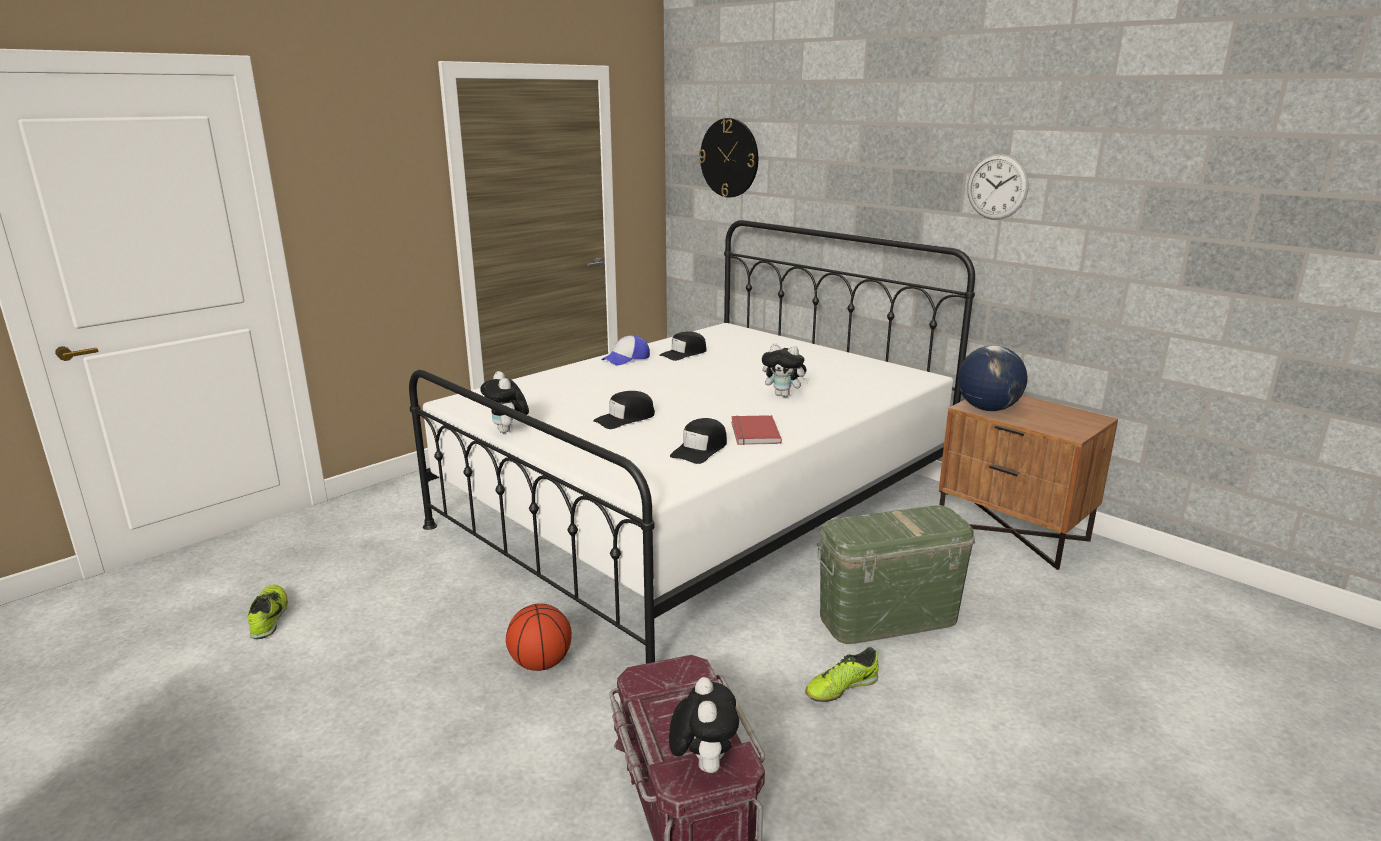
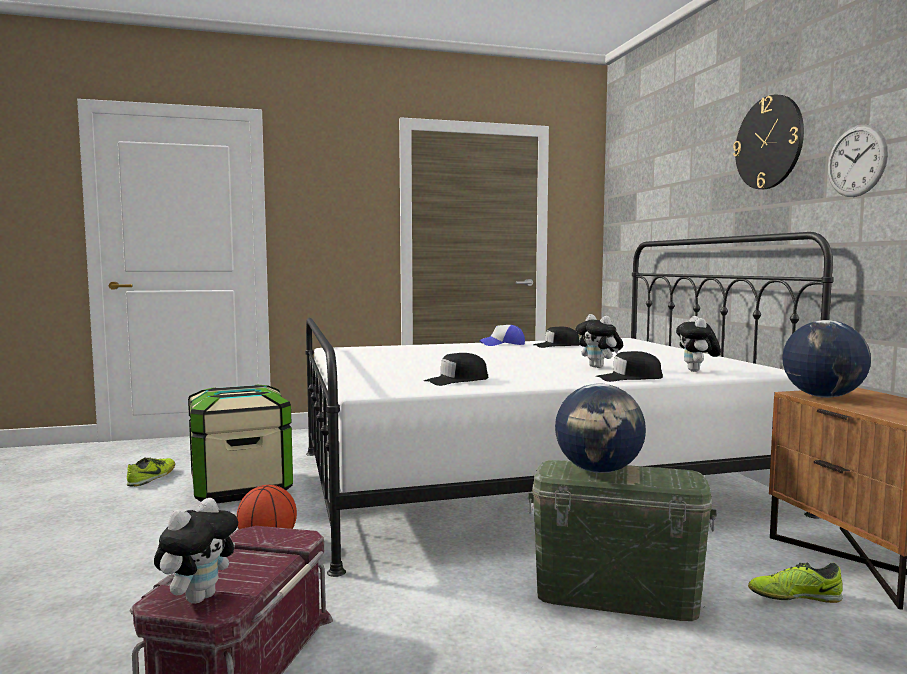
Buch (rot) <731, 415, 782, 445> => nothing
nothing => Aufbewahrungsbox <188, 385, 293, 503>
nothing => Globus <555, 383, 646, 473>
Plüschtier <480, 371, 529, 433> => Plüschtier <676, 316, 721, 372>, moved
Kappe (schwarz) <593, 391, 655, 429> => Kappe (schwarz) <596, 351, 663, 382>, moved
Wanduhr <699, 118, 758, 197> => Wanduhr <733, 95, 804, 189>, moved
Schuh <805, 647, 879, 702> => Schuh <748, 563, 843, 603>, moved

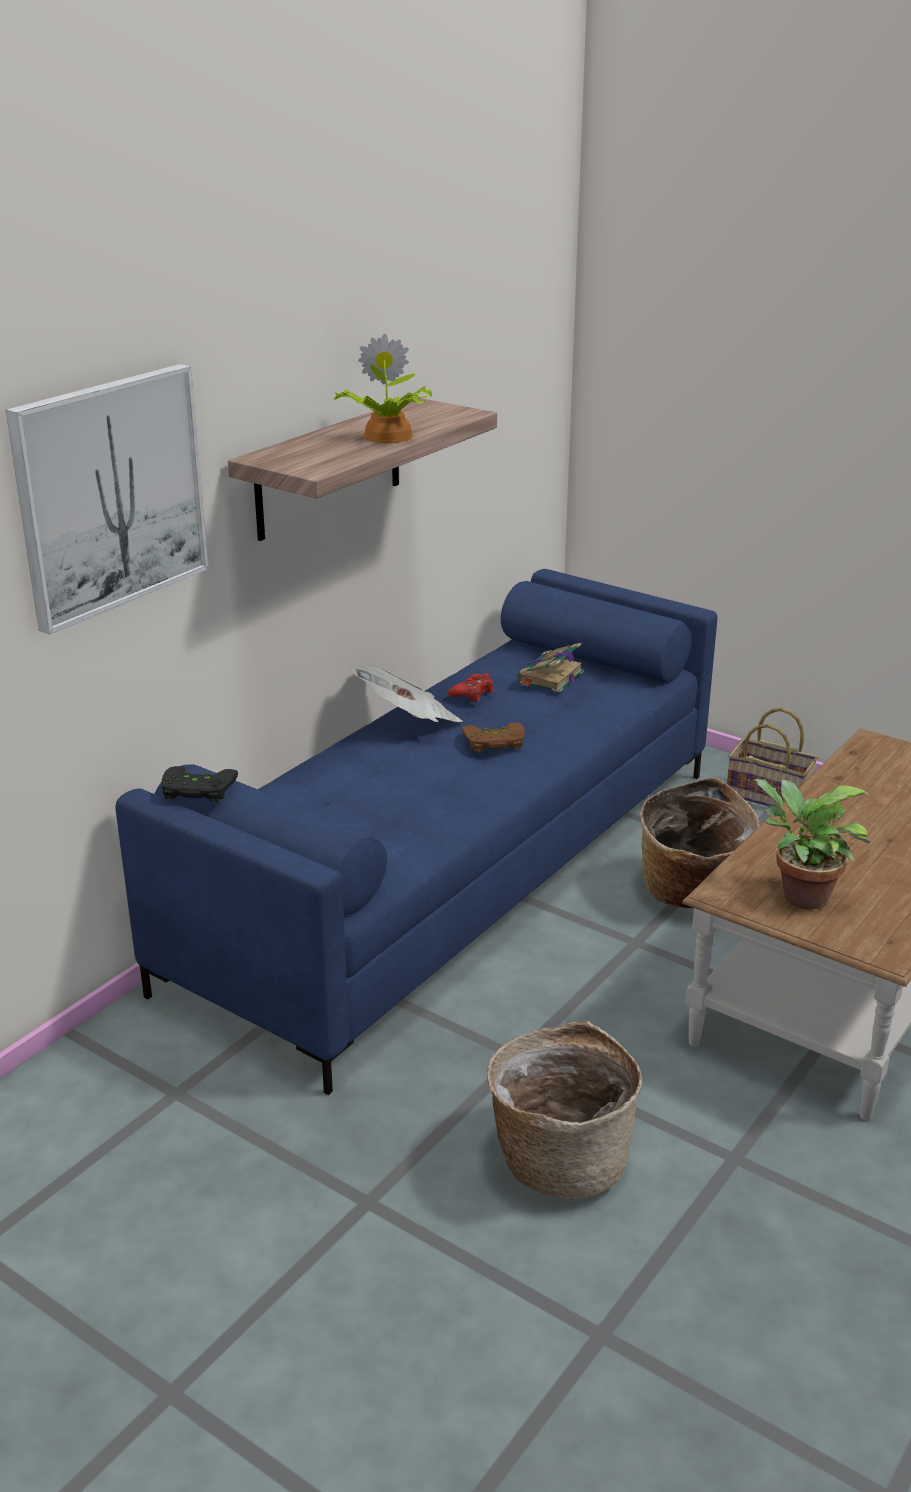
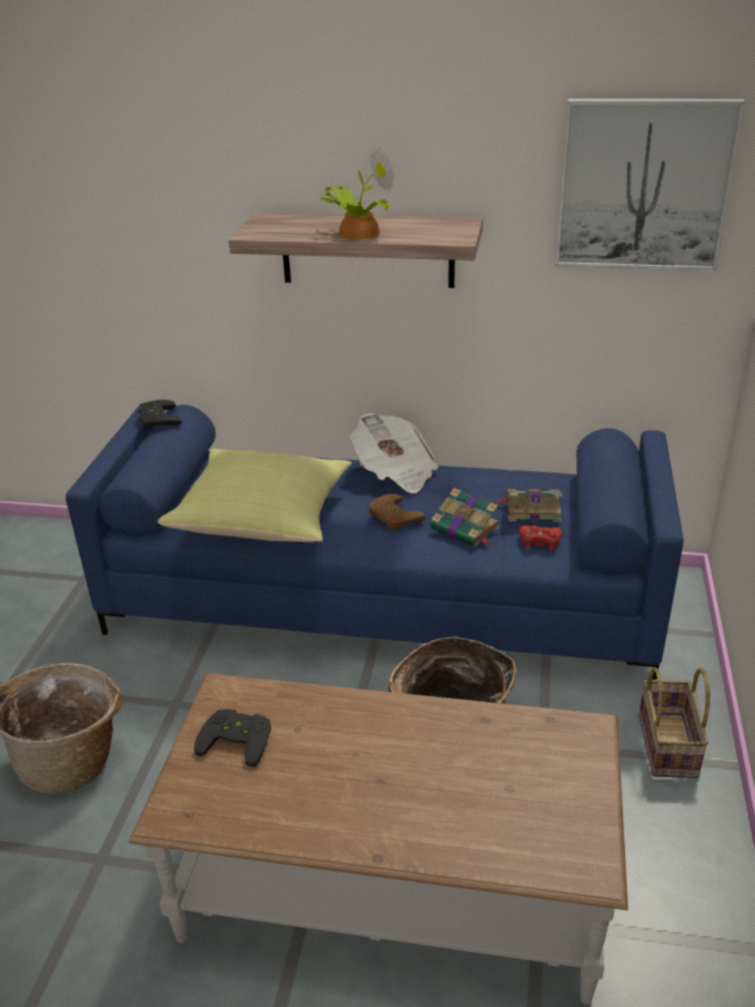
nothing => Kissen (gelb) <158, 449, 352, 542>
nothing => Buch <431, 488, 499, 547>
Bild <6, 364, 209, 634> => Bild <555, 99, 745, 271>, moved
Gamepad (rot) <448, 673, 494, 702> => Gamepad (rot) <519, 525, 562, 551>, moved
Topfpflanze <754, 779, 871, 909> => Gamepad (schwarz) <194, 709, 271, 767>

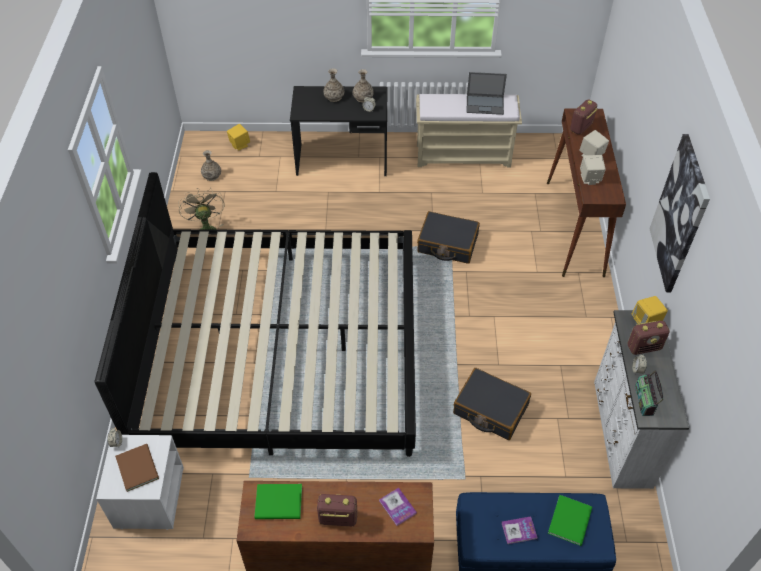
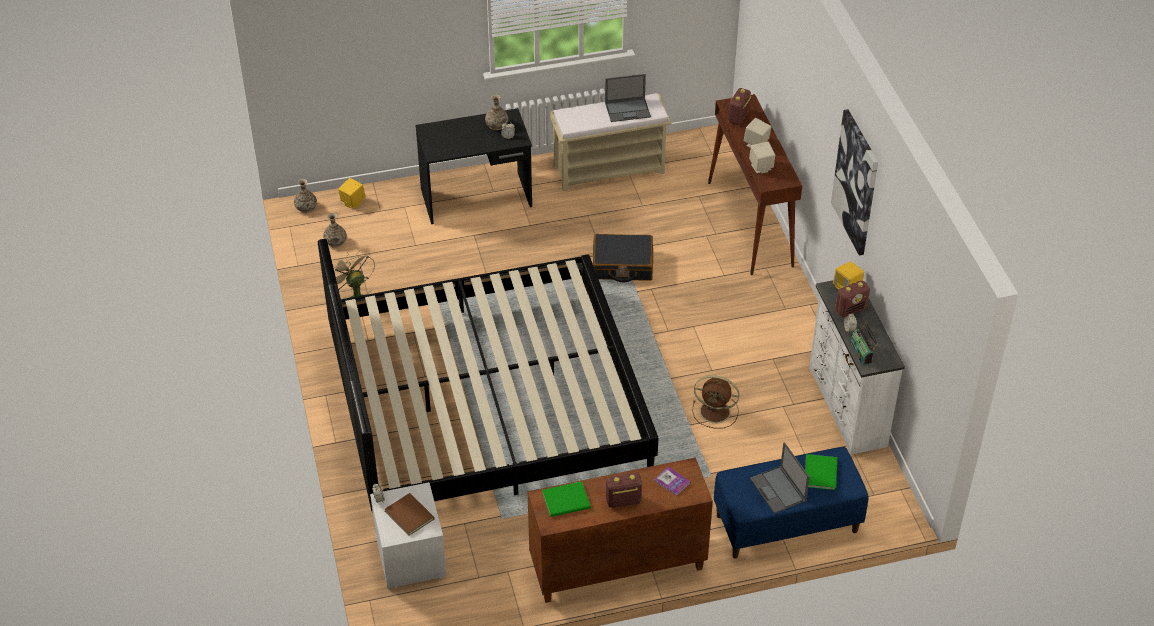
Vase <323, 68, 344, 102> => Vase <294, 179, 317, 213>, moved
Koffer (schwarz) <453, 368, 531, 440> => Ventilator (braun) <693, 375, 739, 429>
Buch <501, 516, 538, 544> => Laptop <750, 442, 810, 514>

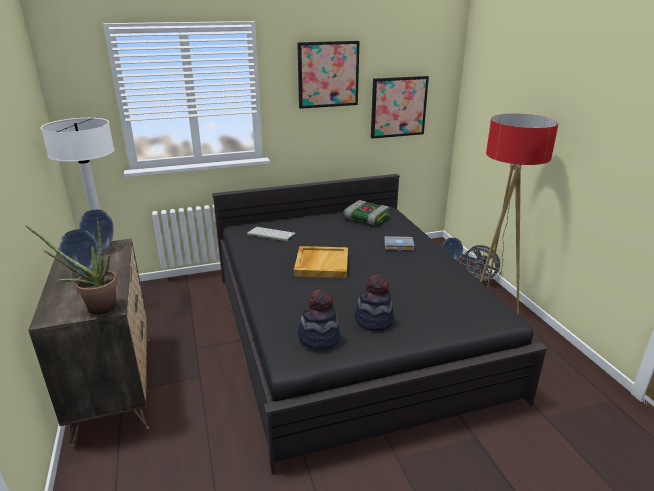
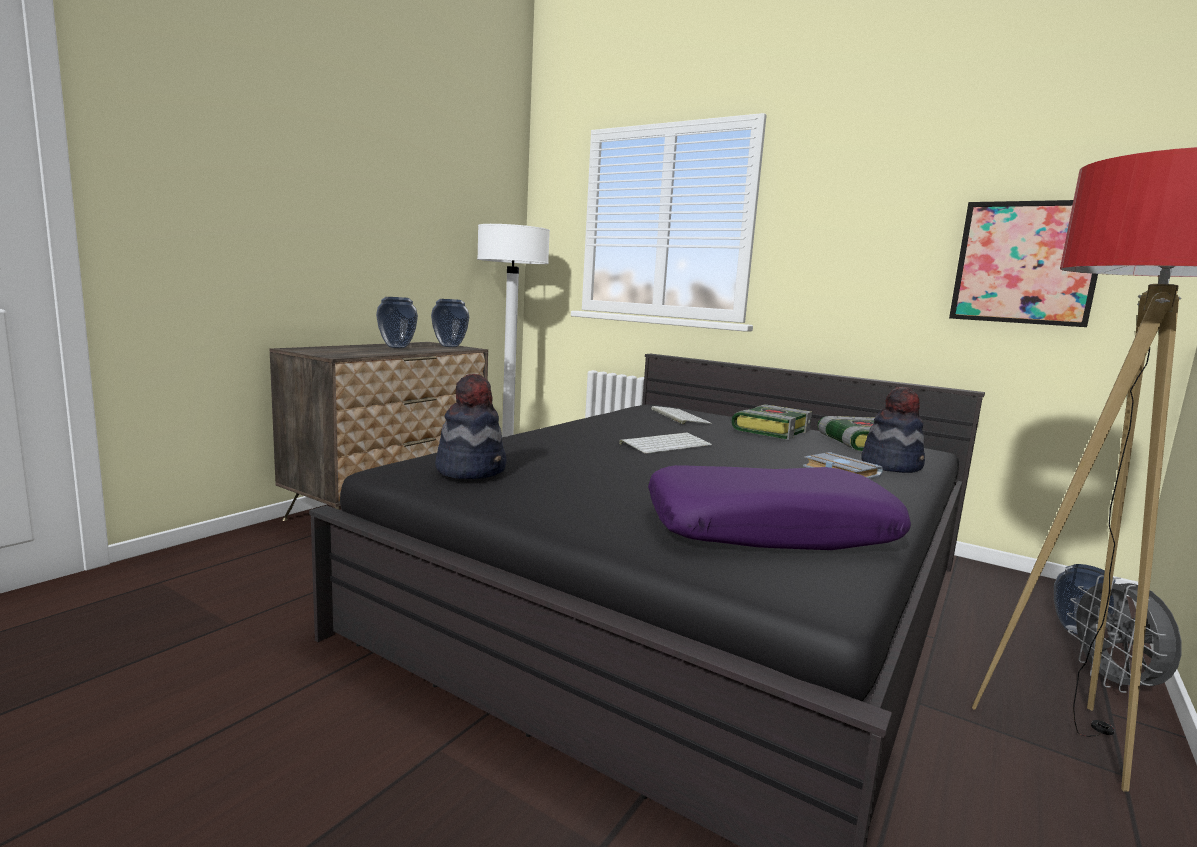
Topfpflanze <25, 217, 118, 315> => nothing
Bild <297, 41, 359, 109> => nothing
nothing => Kissen (lila) <648, 465, 911, 550>
nothing => Buch <731, 404, 812, 440>
Hut <355, 274, 394, 331> => Hut <861, 387, 925, 473>, moved
Tablett (beige) <294, 246, 348, 278> => Tastatur <619, 432, 712, 454>

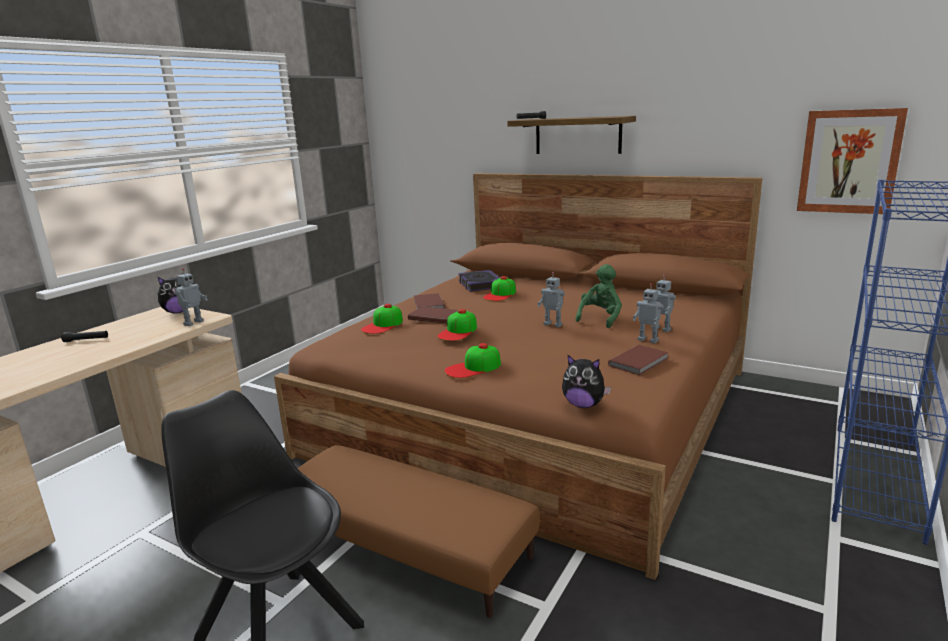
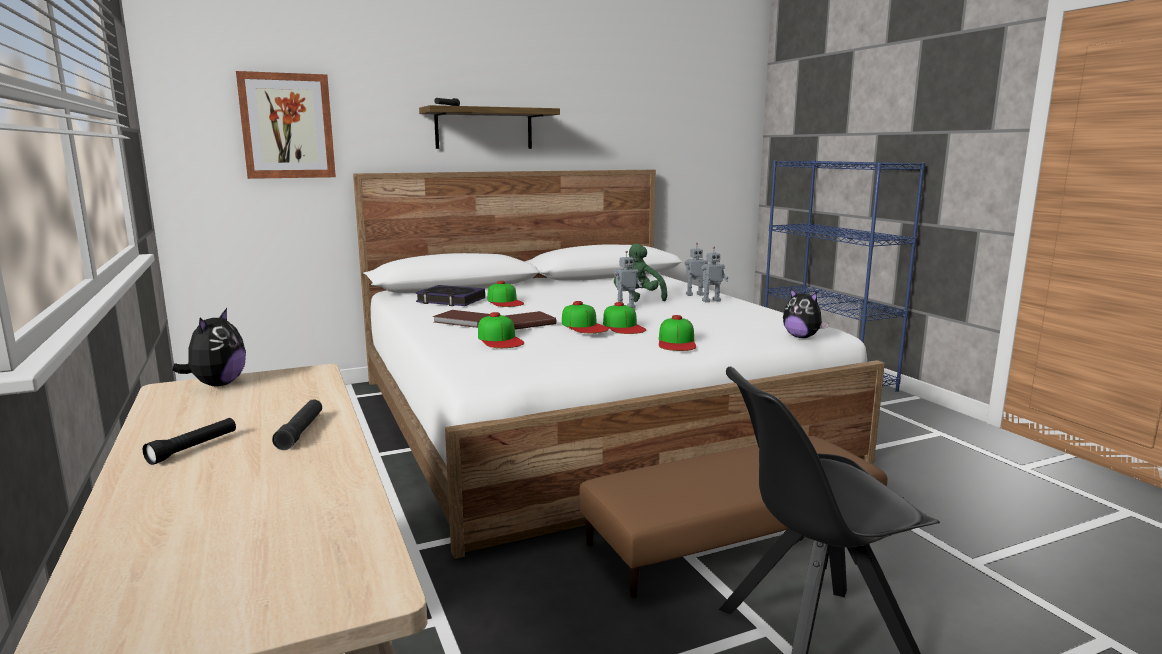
Spielzeugroboter <175, 268, 208, 326> => nothing
Buch (braun) <608, 345, 669, 375> => nothing
nothing => Taschenlampe (schwarz) <272, 400, 322, 450>
nothing => Kappe <603, 302, 646, 334>
Bild <797, 108, 908, 214> => Bild <236, 71, 336, 179>, moved
Bett (braun) <274, 173, 762, 580> => Bett (weiß) <353, 170, 885, 559>
Plüschtier <562, 355, 611, 408> => Plüschtier <783, 288, 829, 338>, 75 degrees clockwise

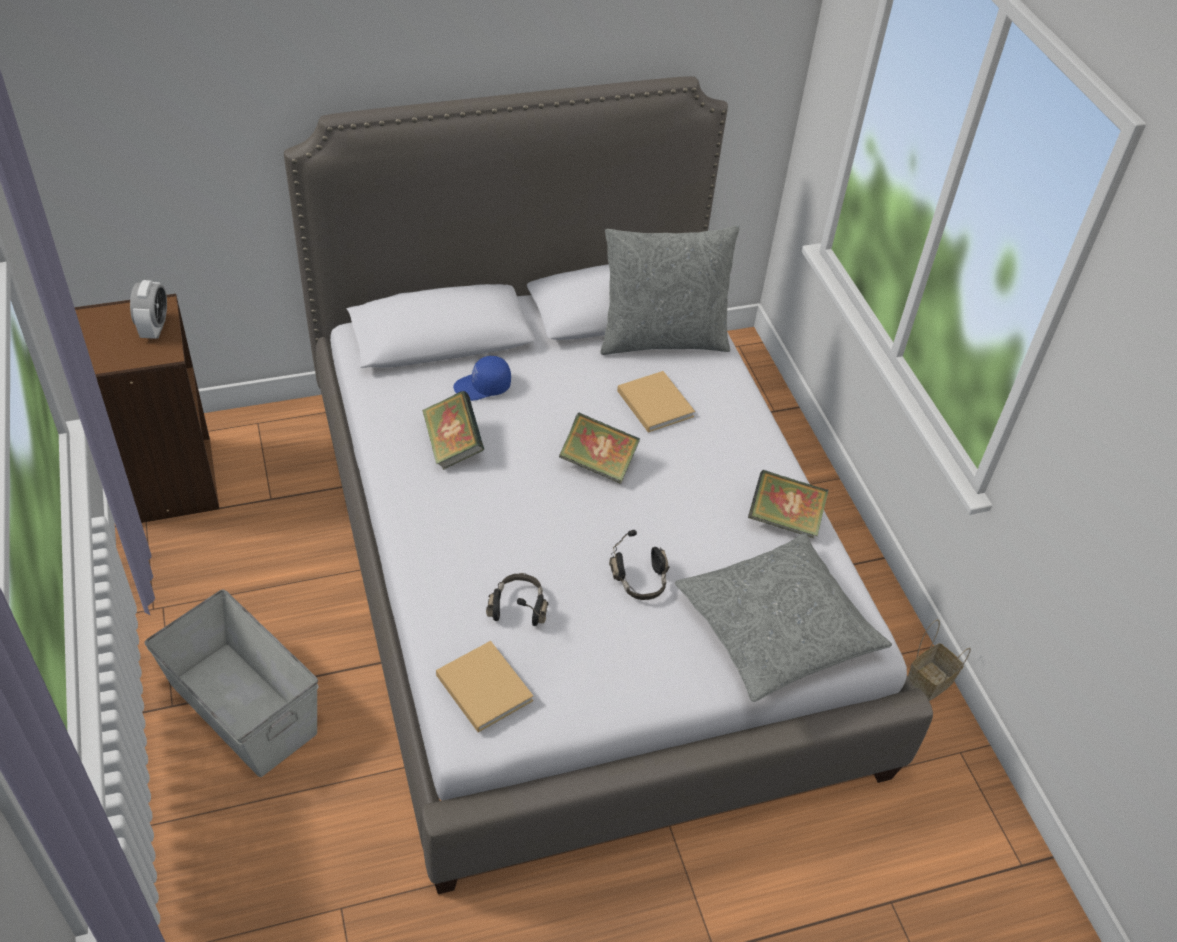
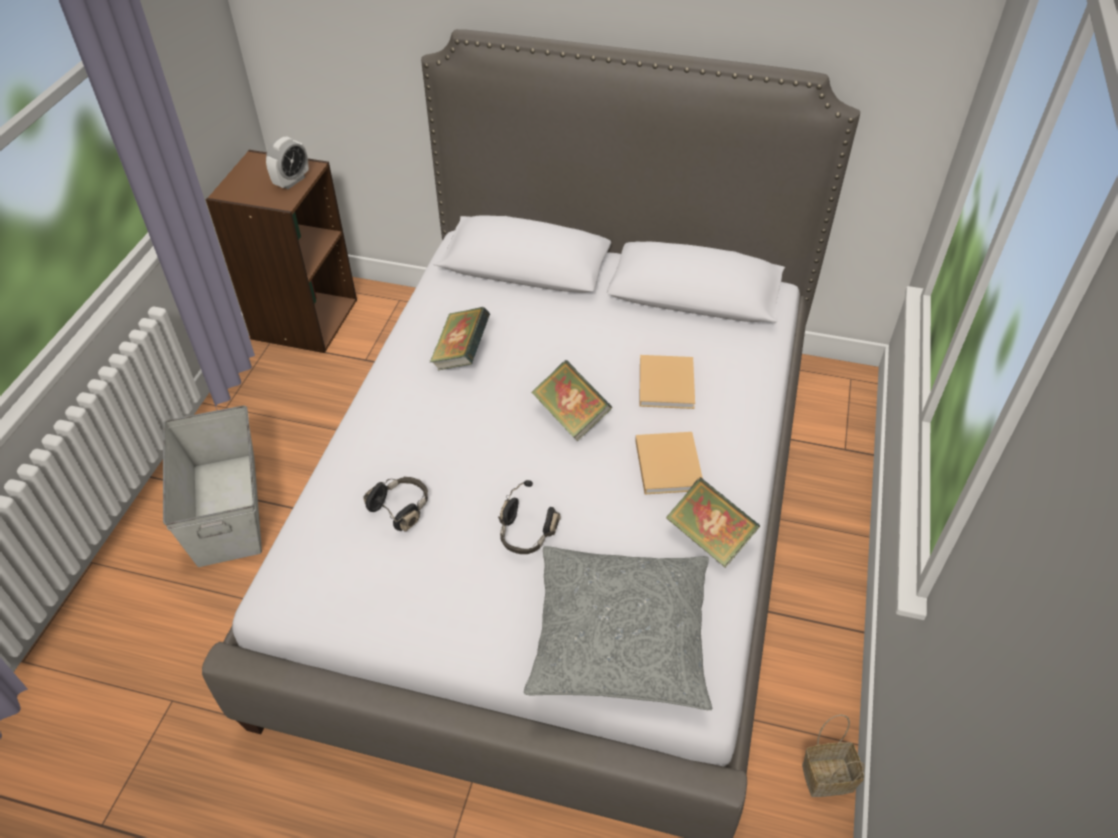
Kappe (blau) <453, 355, 511, 401> => nothing
Kissen (grau) <601, 226, 740, 355> => nothing
Buch (beige) <436, 641, 533, 732> => Buch (beige) <635, 432, 703, 494>, moved

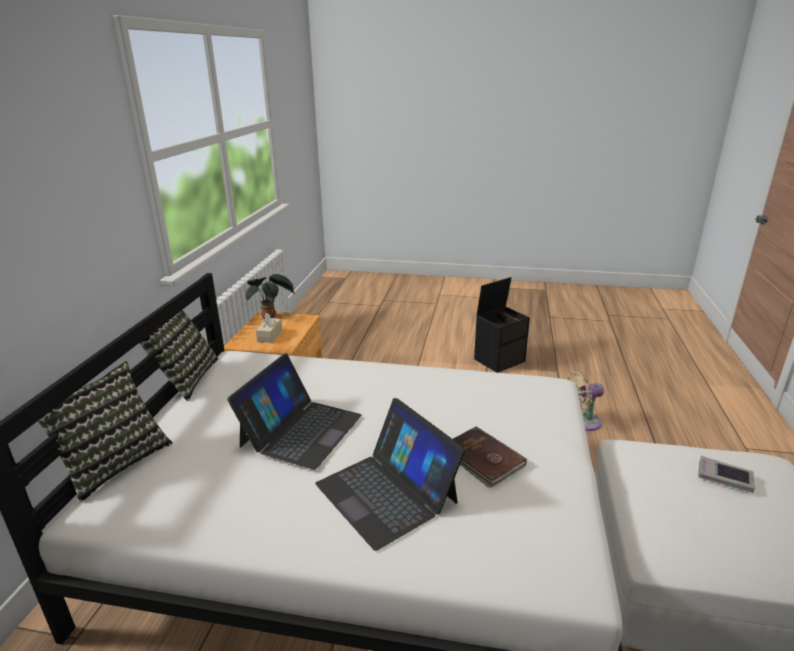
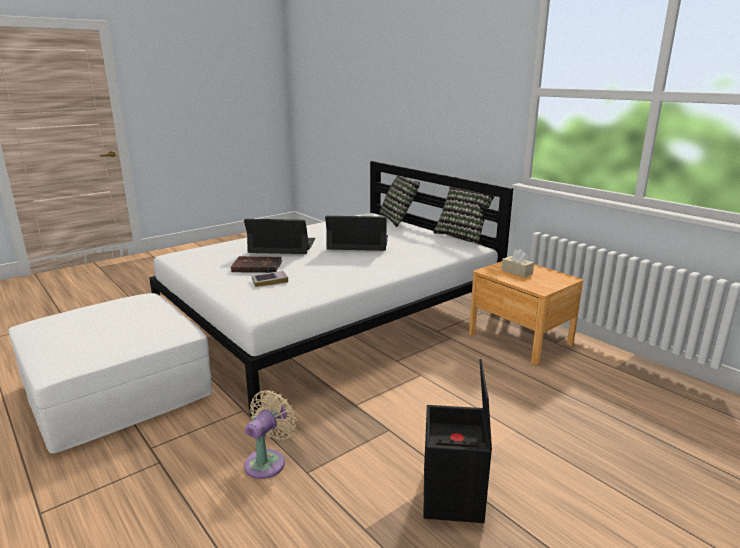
Topfpflanze <246, 274, 295, 318> => nothing
Buch <698, 456, 755, 493> => Buch <252, 271, 288, 287>, moved
Laptop <227, 353, 362, 470> => Laptop <325, 216, 388, 251>, 120 degrees clockwise

